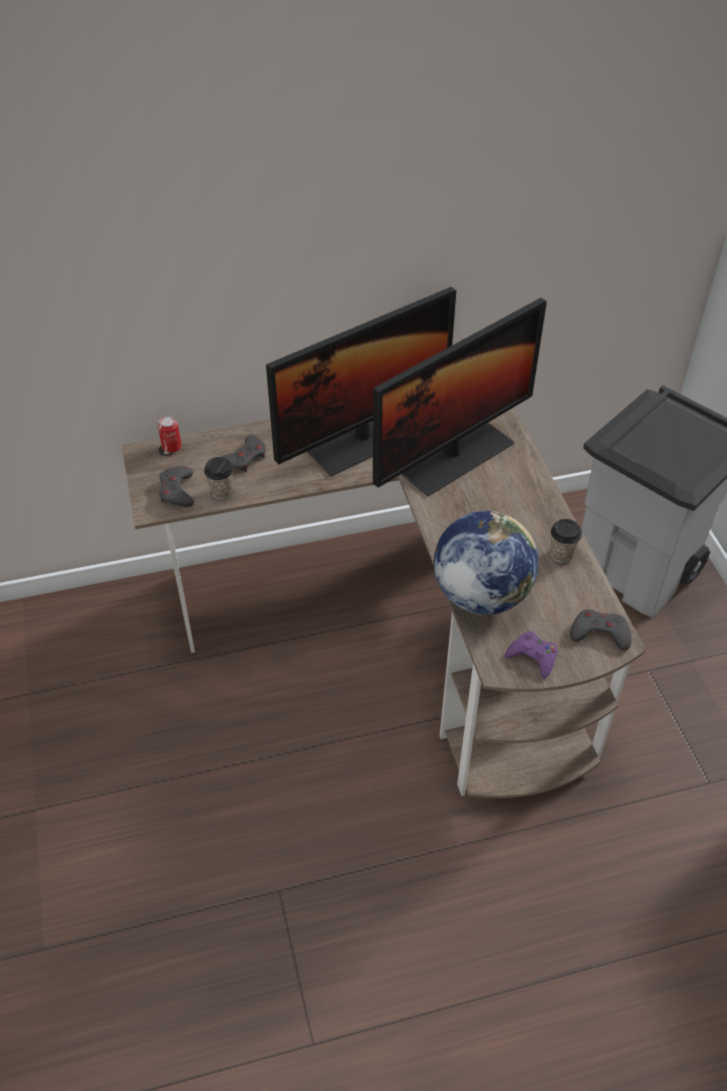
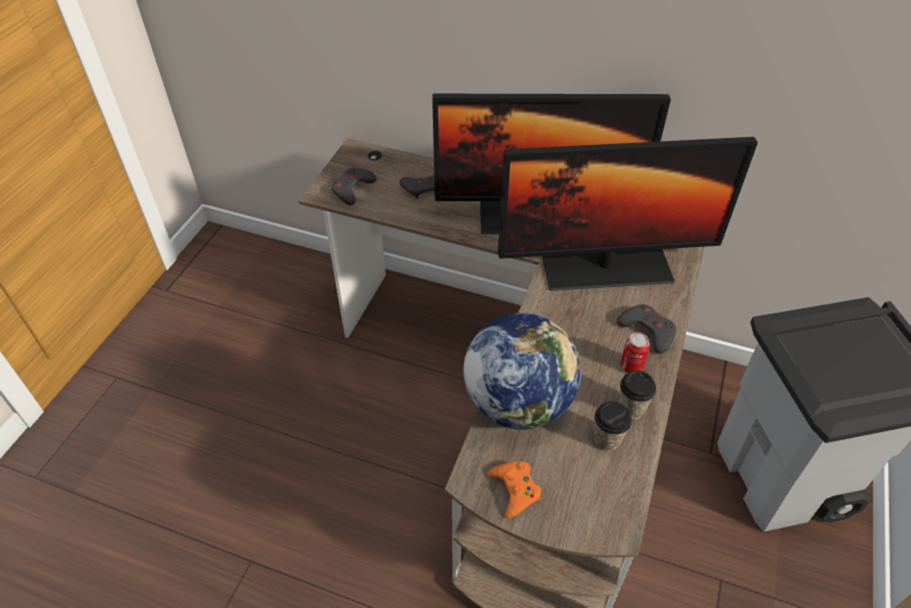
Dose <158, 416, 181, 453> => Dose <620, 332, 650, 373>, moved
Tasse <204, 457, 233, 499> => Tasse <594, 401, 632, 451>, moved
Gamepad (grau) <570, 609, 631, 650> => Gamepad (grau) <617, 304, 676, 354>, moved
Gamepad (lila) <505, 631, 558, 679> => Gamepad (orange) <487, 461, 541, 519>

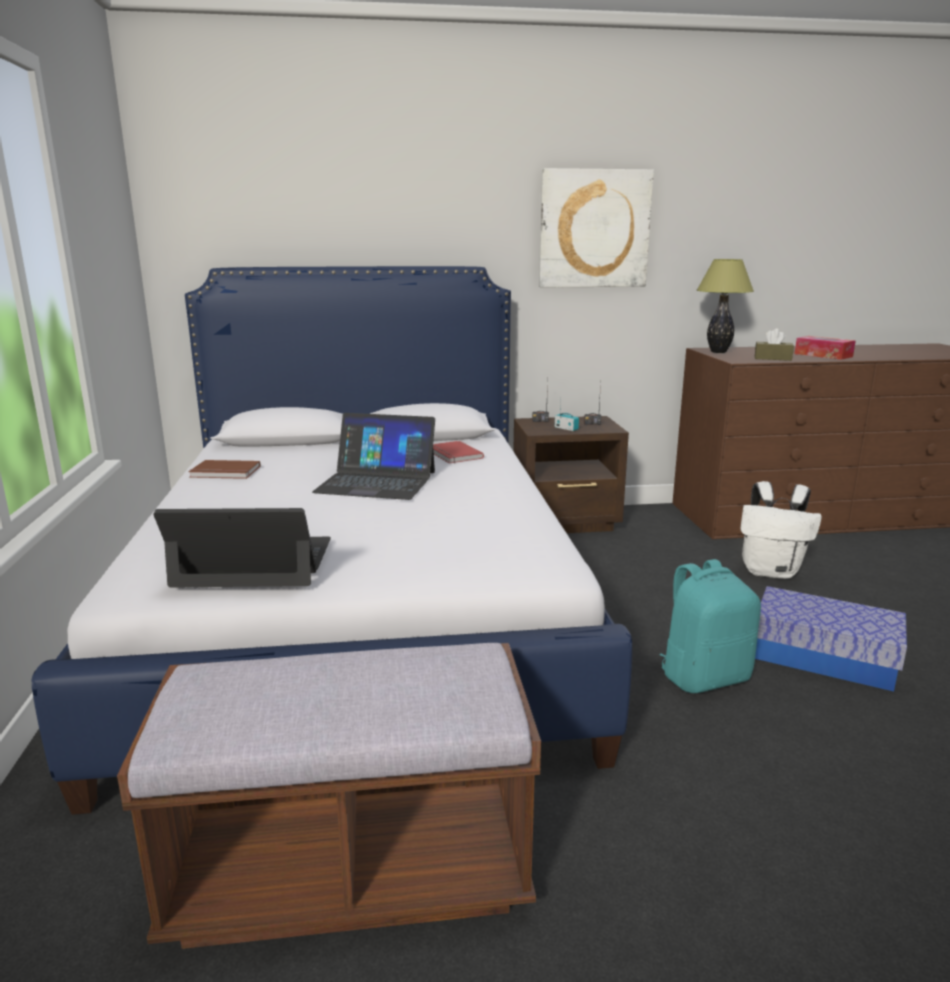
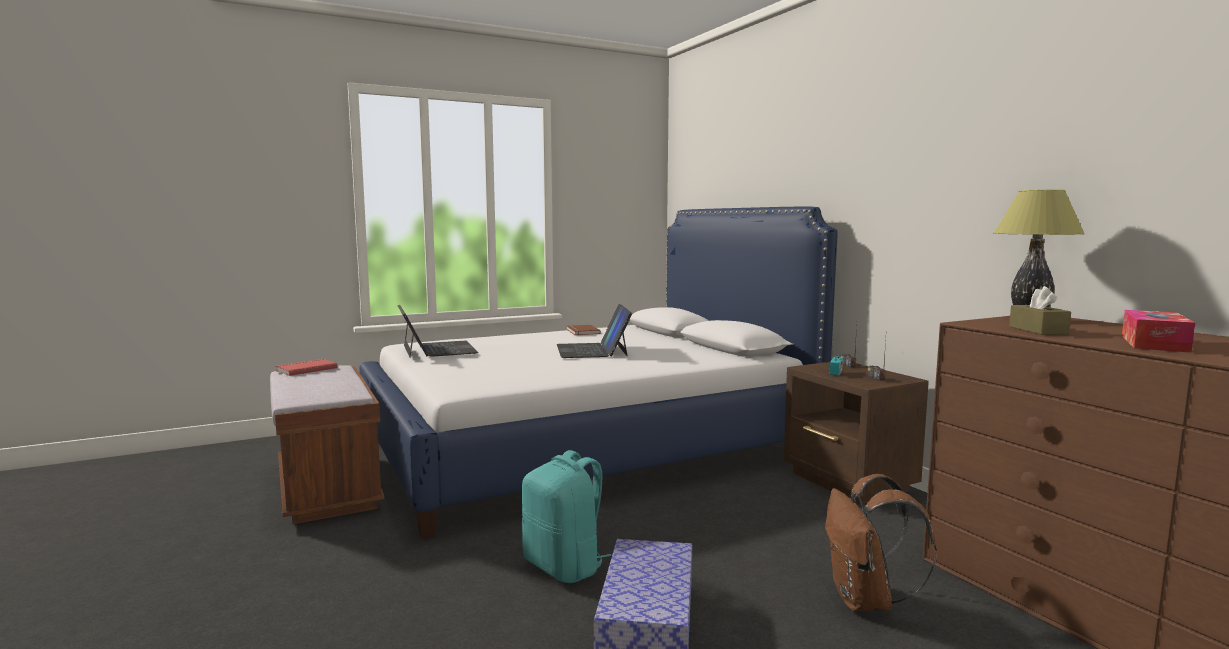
Bild <539, 168, 654, 288> => nothing
Buch (rot) <433, 441, 484, 464> => Buch (rot) <275, 359, 337, 376>, moved
Rucksack (weiß) <740, 481, 822, 579> => Rucksack (braun) <825, 474, 937, 611>

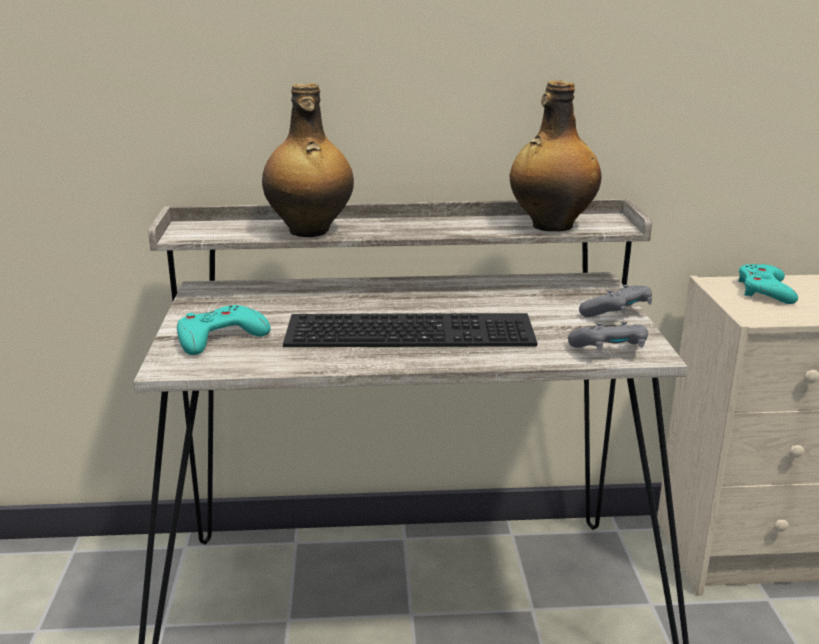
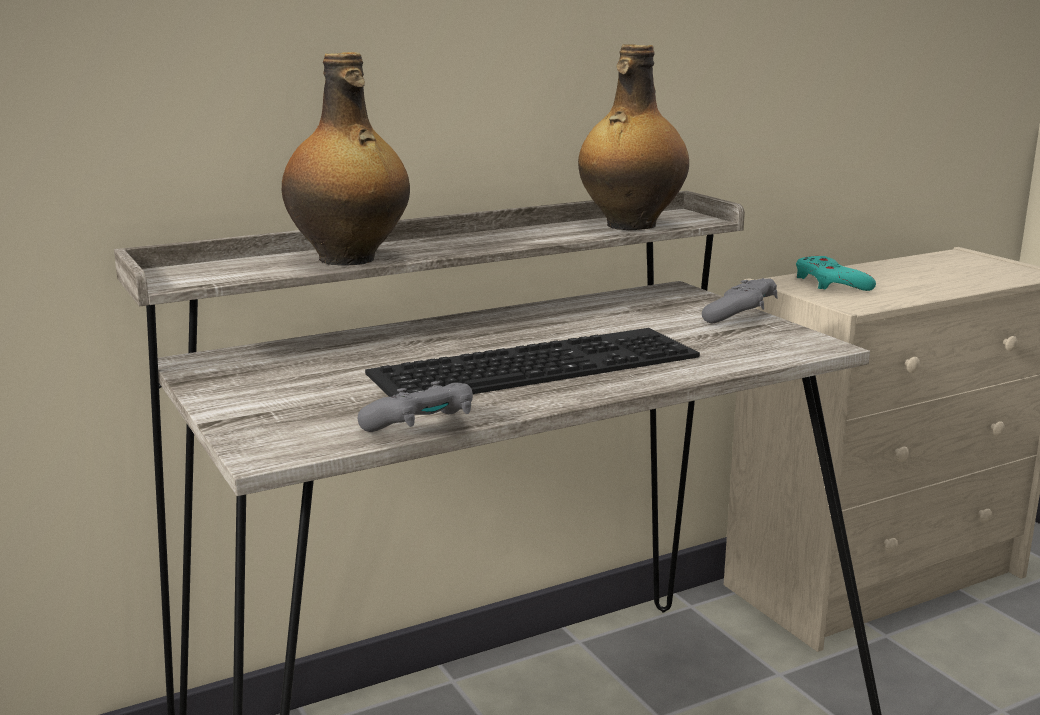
Gamepad (türkis) <177, 305, 271, 355> => nothing
Gamepad (grau) <568, 321, 648, 350> => Gamepad (grau) <358, 381, 473, 432>, moved

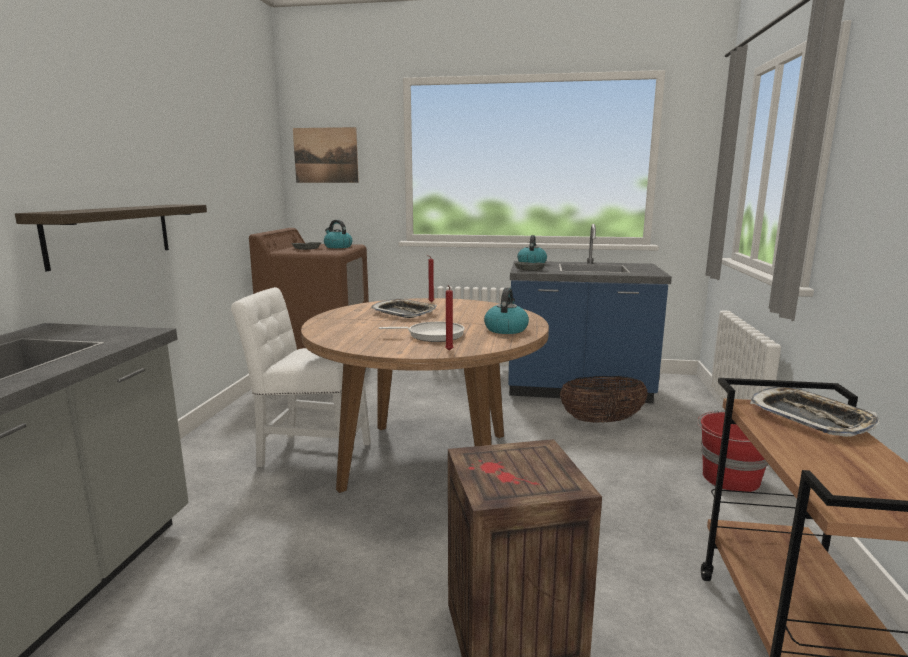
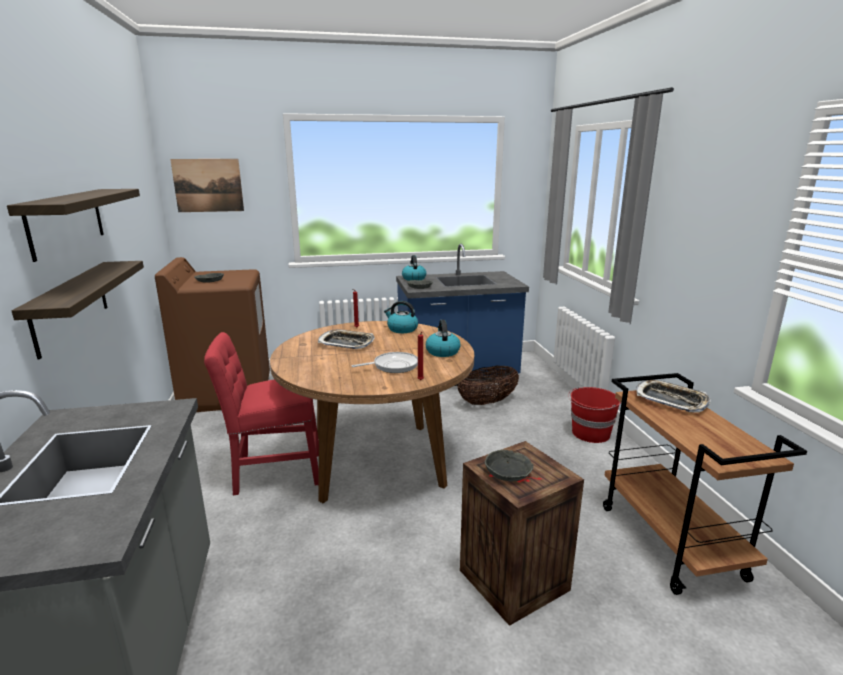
nothing => Wandregal <7, 189, 140, 262>
nothing => Schüssel (grau) <485, 450, 534, 481>
Wasserkessel <324, 220, 352, 248> => Wasserkessel <384, 301, 418, 333>, moved
Stuhl (weiß) <231, 287, 371, 473> => Stuhl (rot) <204, 332, 319, 495>

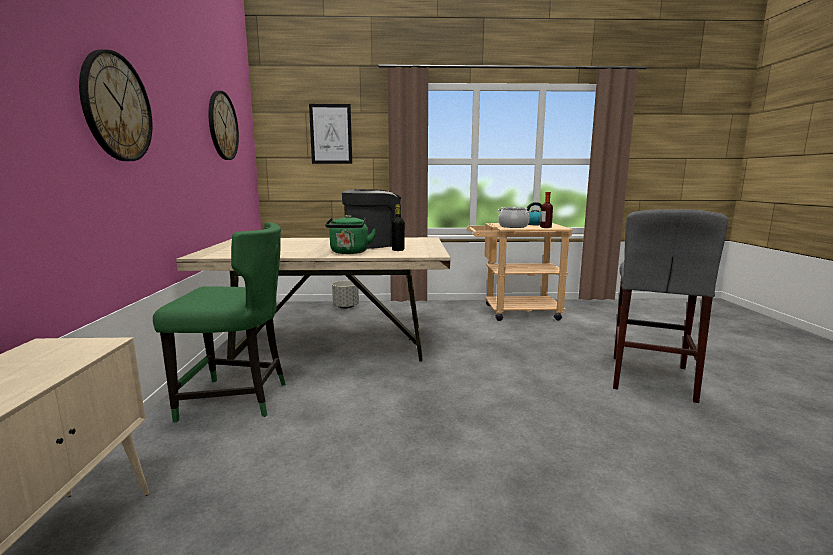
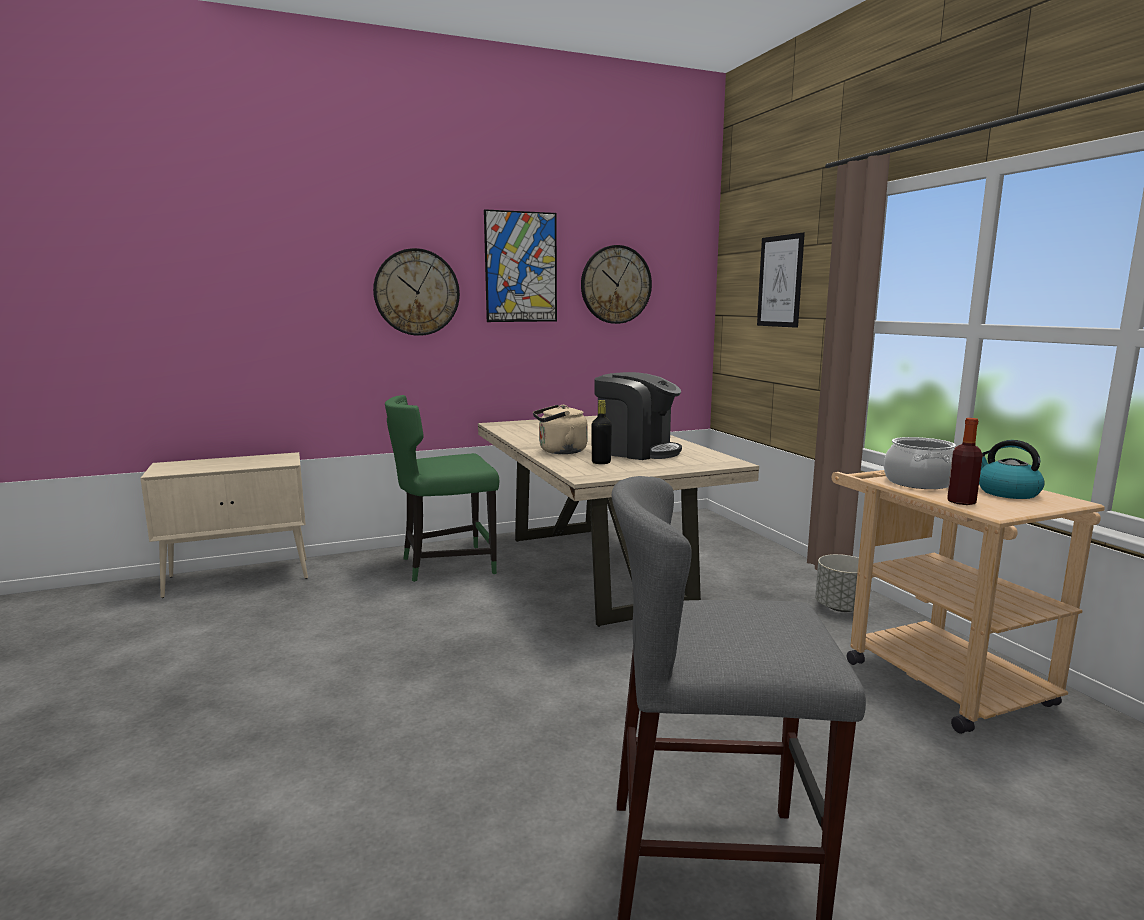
nothing => Bild <484, 209, 557, 322>
Pflanzkübel (grau) <332, 280, 359, 309> => Pflanzkübel (grau) <815, 554, 859, 612>, moved
Wasserkessel (grün) <325, 215, 376, 254> => Wasserkessel (beige) <533, 405, 587, 454>
Stuhl (grün) <153, 222, 286, 423> => Stuhl (grün) <385, 395, 499, 582>, 90 degrees clockwise

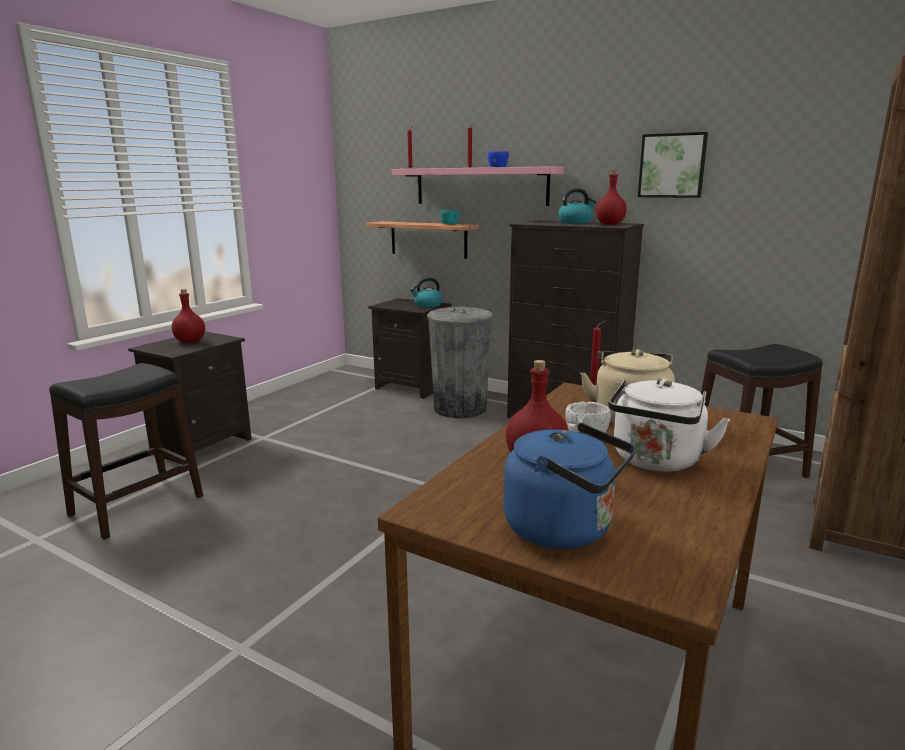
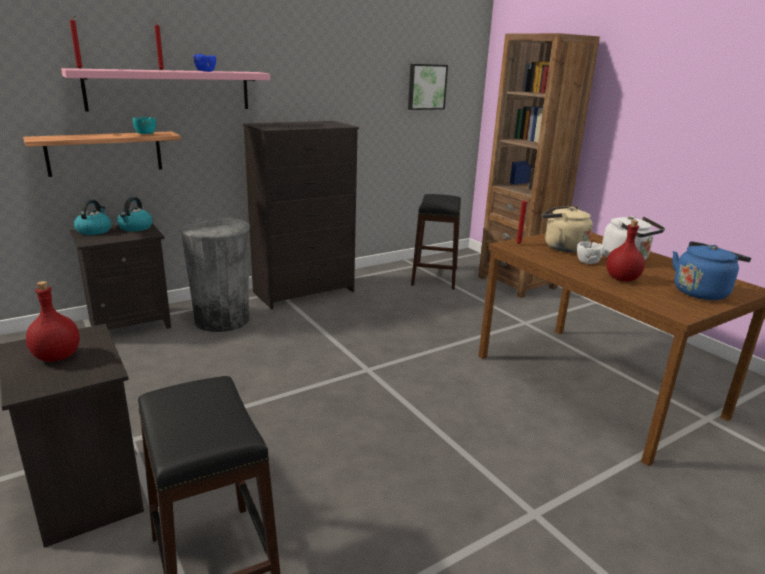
Flasche (rot) <596, 170, 627, 225> => nothing
Wasserkessel <558, 188, 596, 223> => Wasserkessel <74, 199, 112, 235>, moved
Bild <638, 132, 708, 198> => Bild <408, 64, 448, 110>, moved

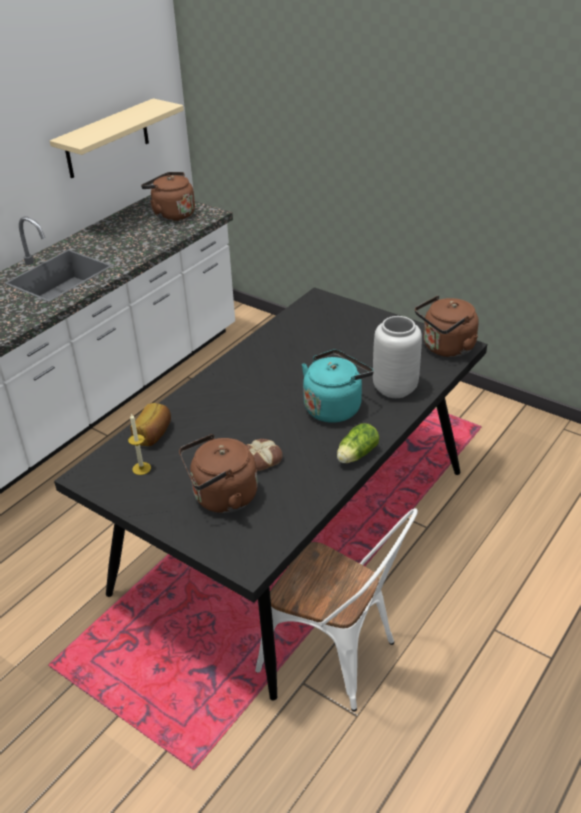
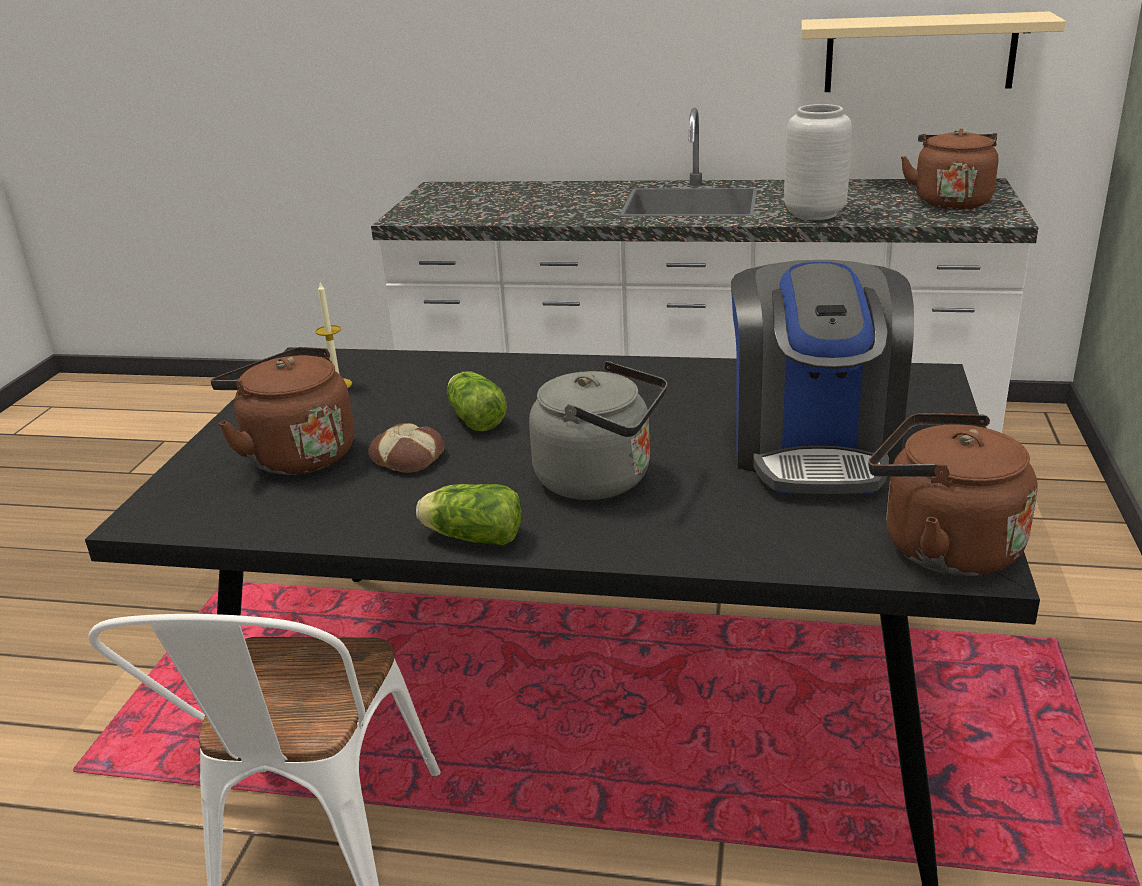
Brot <130, 403, 171, 446> => nothing
nothing => Salatkopf <447, 371, 507, 431>
nothing => Kaffeemaschine <731, 260, 914, 494>
Vase (grau) <373, 316, 422, 398> => Vase (grau) <784, 104, 852, 220>, moved
Wasserkessel (türkis) <302, 349, 374, 423> => Wasserkessel (grau) <529, 361, 667, 500>

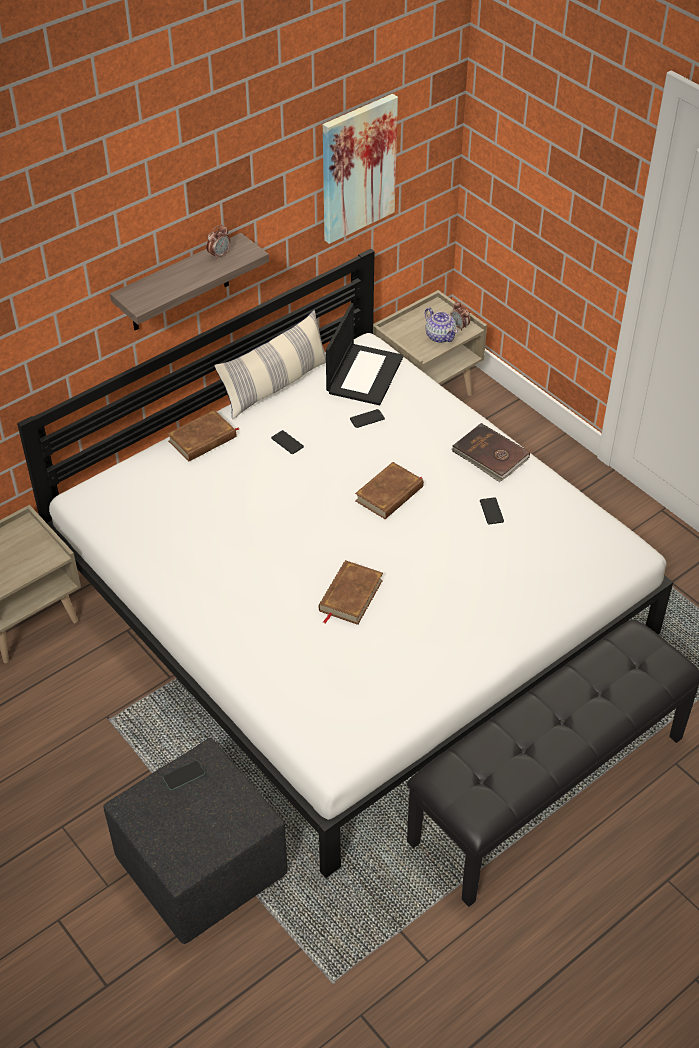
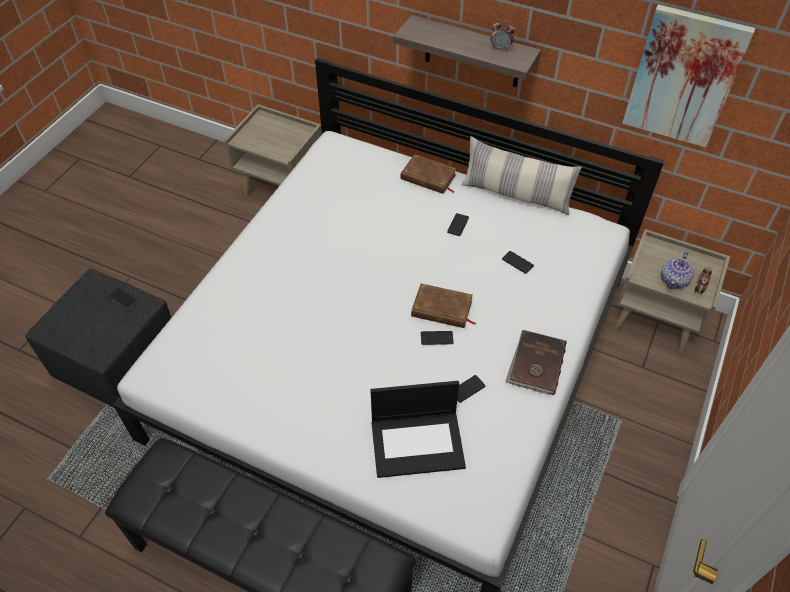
Buch (braun) <319, 560, 383, 625> => nothing
nothing => Handy <421, 331, 454, 345>
Laptop <326, 303, 403, 406> => Laptop <371, 381, 466, 478>, moved

